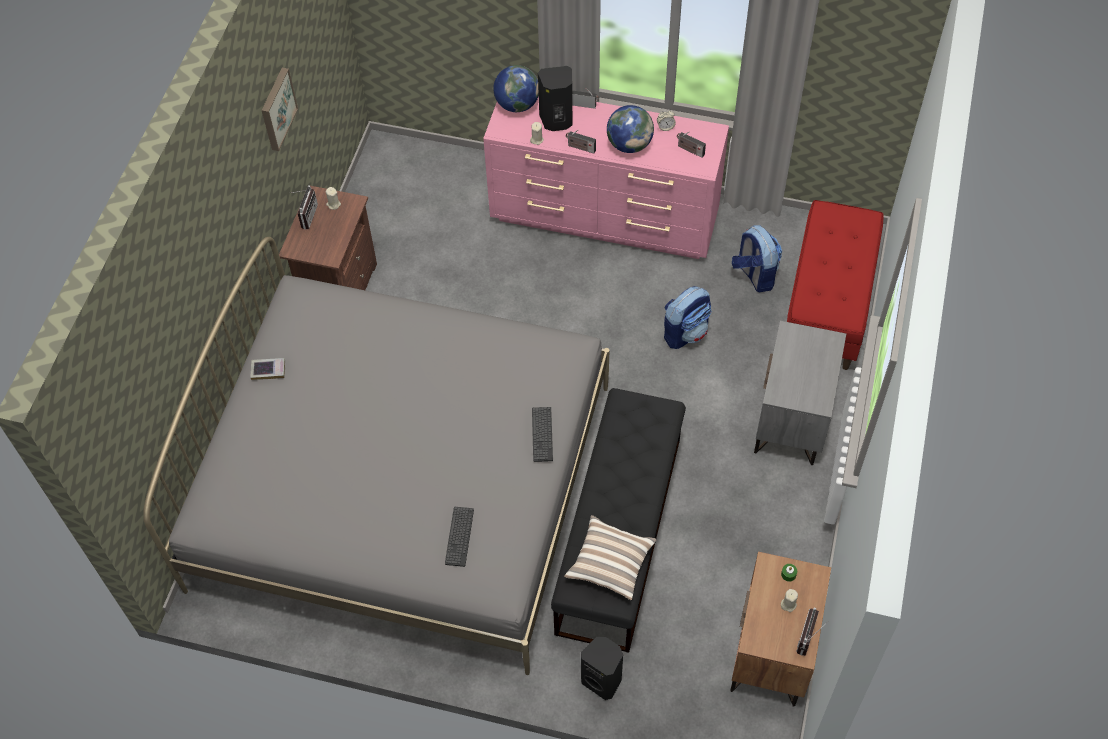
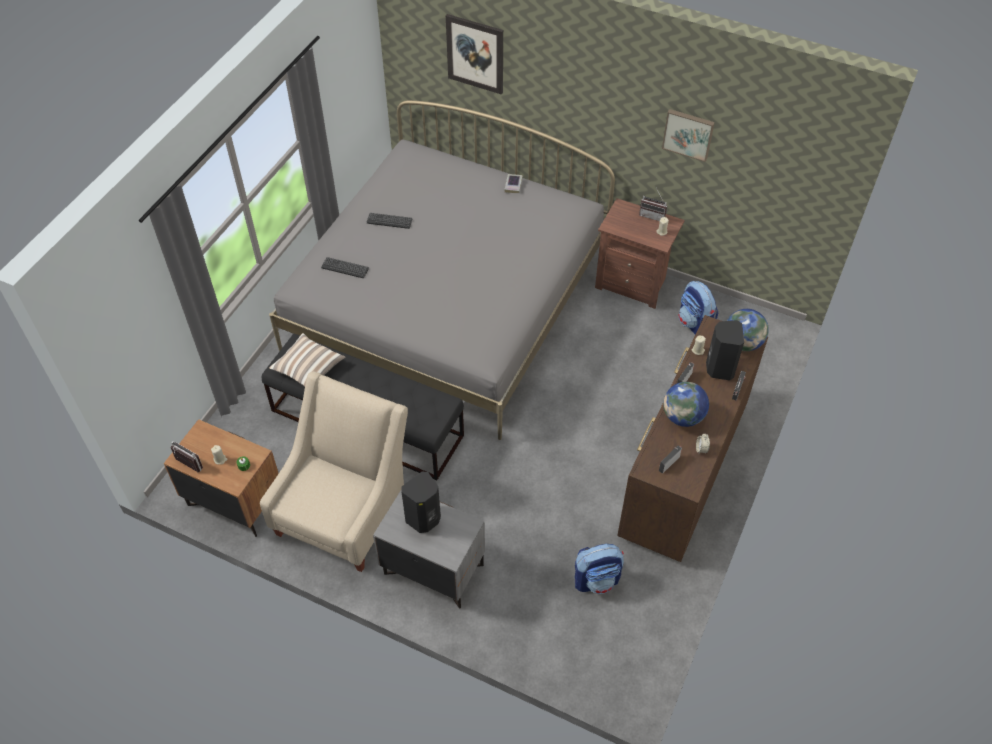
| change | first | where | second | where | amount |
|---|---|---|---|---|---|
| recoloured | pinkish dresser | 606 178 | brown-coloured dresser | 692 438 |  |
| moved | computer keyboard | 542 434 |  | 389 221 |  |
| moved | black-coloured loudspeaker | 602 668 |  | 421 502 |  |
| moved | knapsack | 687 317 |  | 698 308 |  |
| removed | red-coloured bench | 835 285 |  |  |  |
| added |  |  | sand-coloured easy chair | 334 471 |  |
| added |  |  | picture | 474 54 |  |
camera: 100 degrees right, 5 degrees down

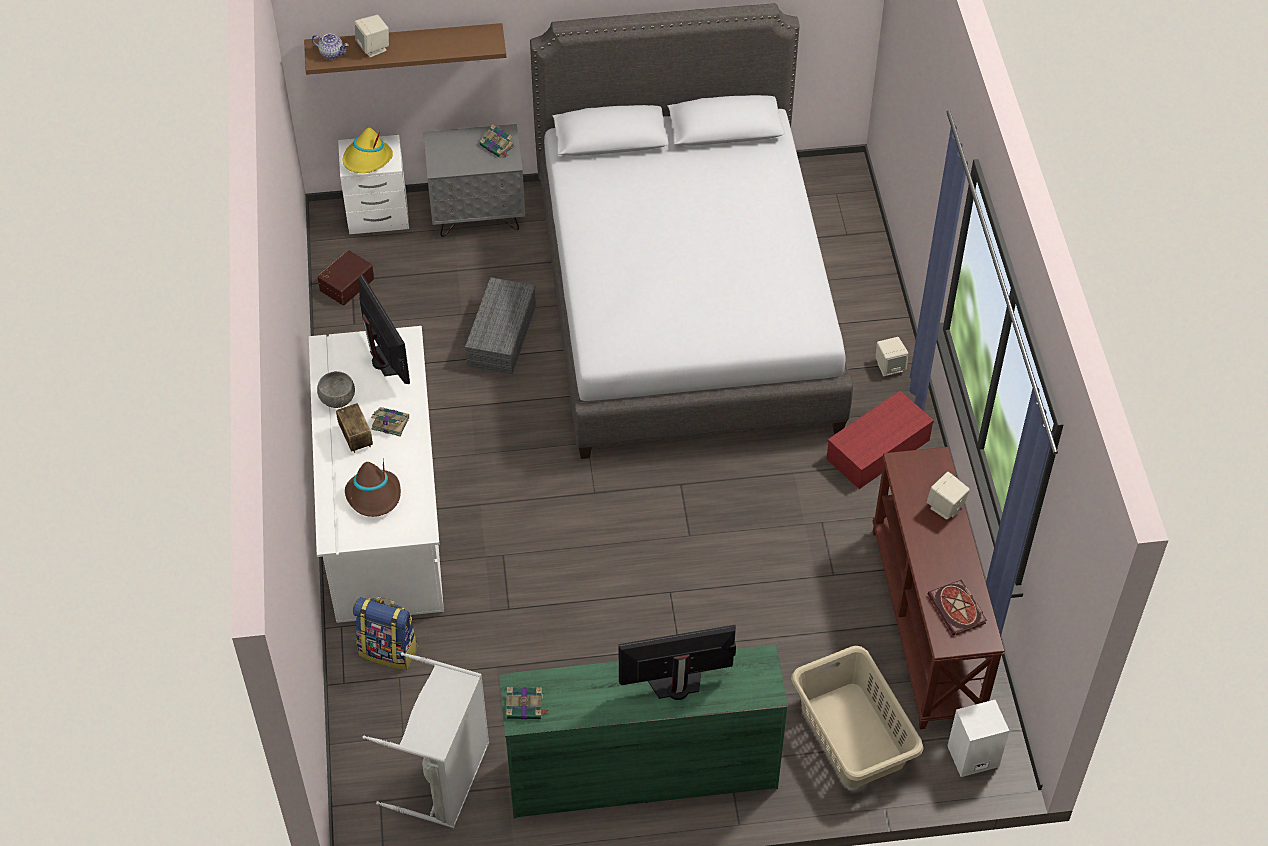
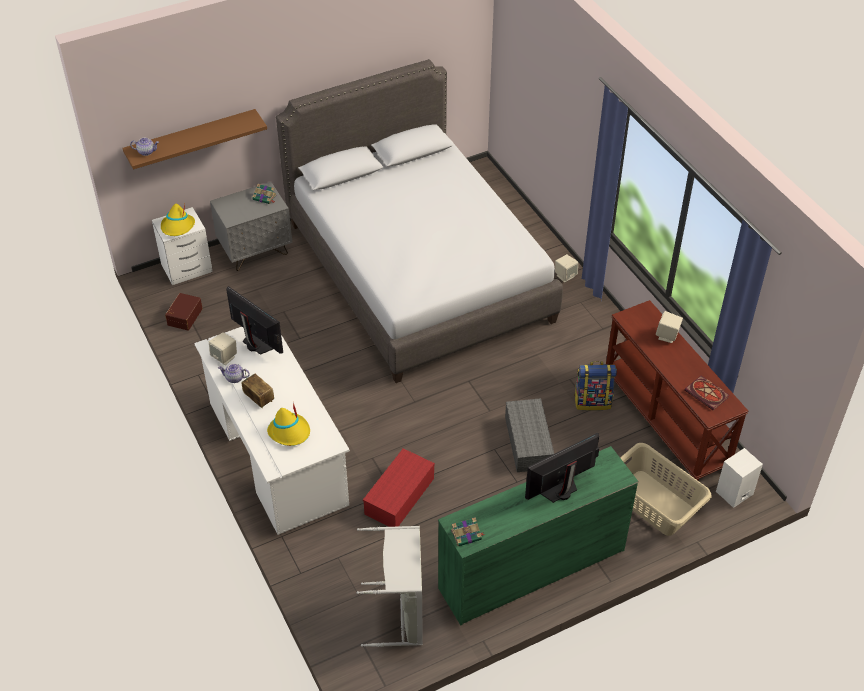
| change | first | where | second | where | amount |
|---|---|---|---|---|---|
| replaced | grey deep dish | 336 389 | tea pot | 234 373 |  |
| recoloured | brown-coloured wearable hat | 373 487 | yellow wearable hat | 288 424 |  |
| moved | knapsack | 385 633 |  | 595 386 |  |
| moved | sand-coloured loudspeaker | 372 36 |  | 223 348 |  |
| removed | bound book | 390 422 |  |  |  |
| moved | grey storage bin | 500 326 |  | 529 435 |  |
| moved | red-coloured storage bin | 880 440 |  | 399 487 |  |
camera: 20 degrees left, 5 degrees down

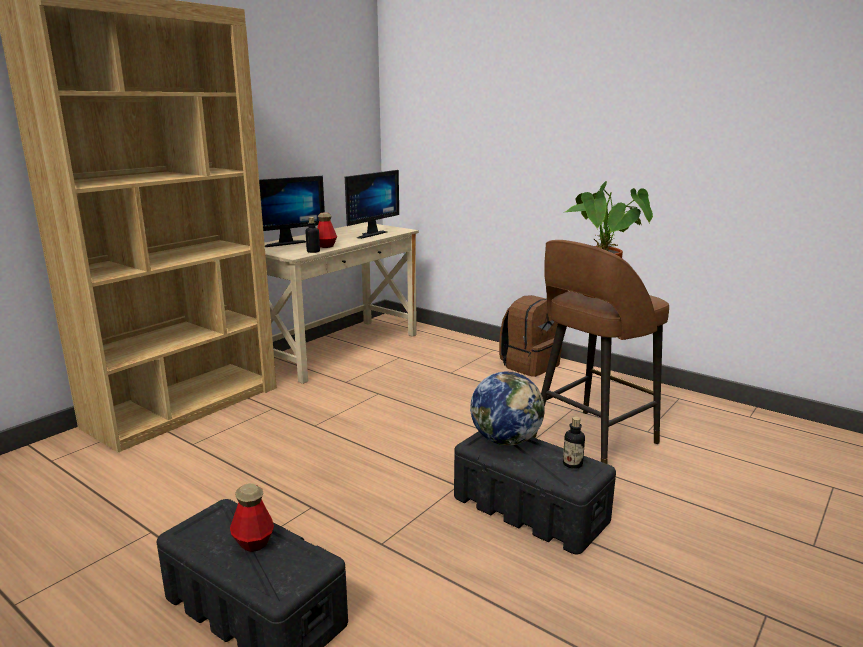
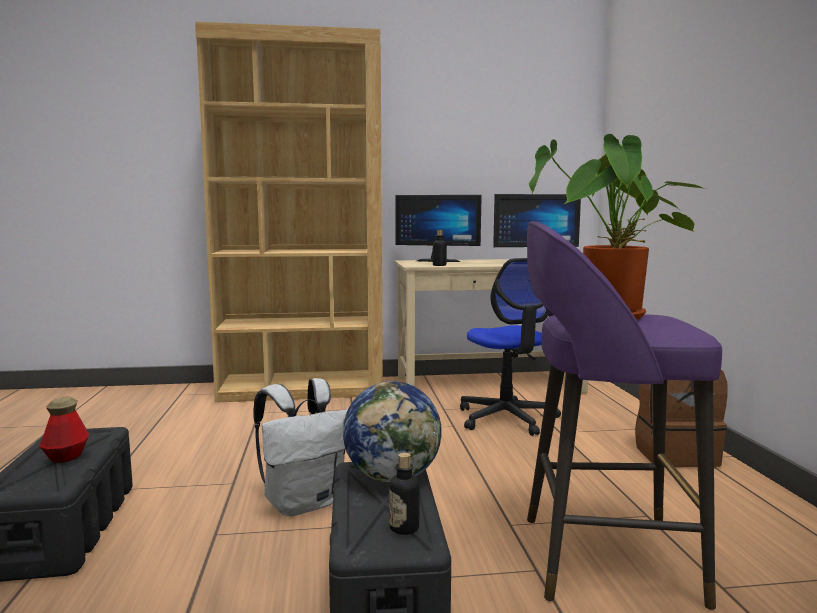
| change | first | where | second | where | amount |
|---|---|---|---|---|---|
| removed | beverage bottle | 327 230 |  |  |  |
| recoloured | brown-coloured sitting stool | 601 352 | purple sitting stool | 624 415 |  |
| added |  |  | white-coloured knapsack | 300 447 |  |
| added |  |  | computer chair | 510 347 |  |
camera: 45 degrees right, 10 degrees down

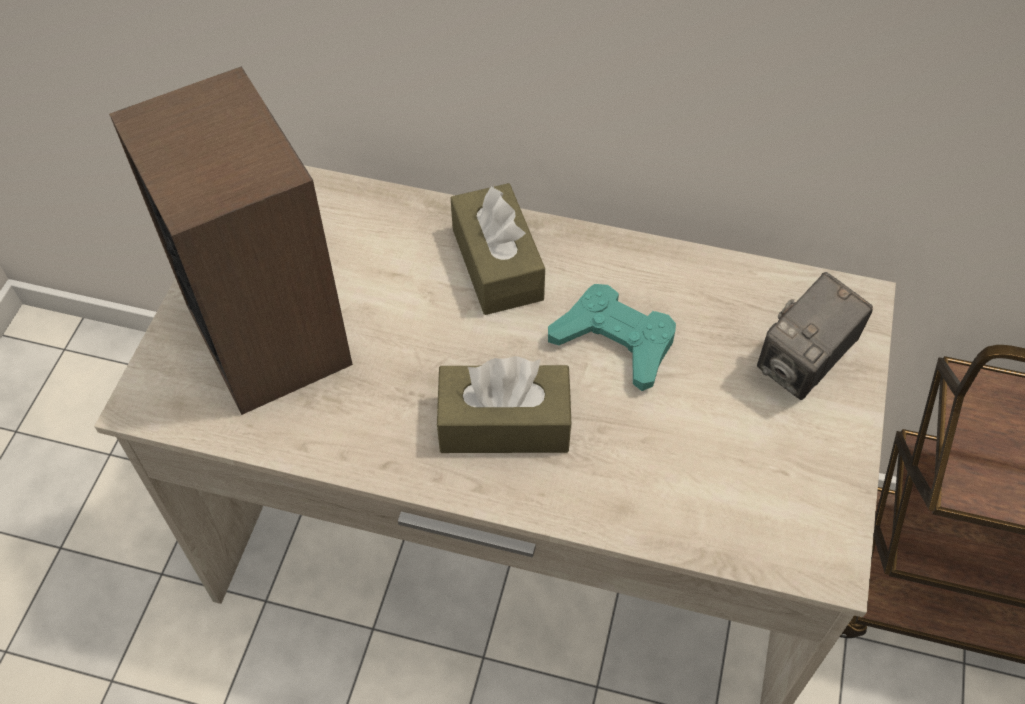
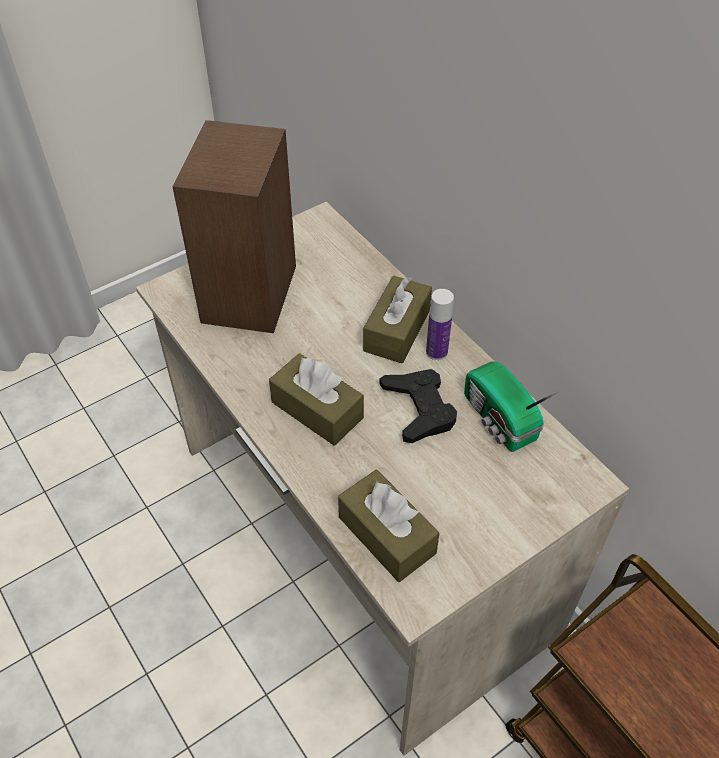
| change | first | where | second | where | amount |
|---|---|---|---|---|---|
| recoloured | turquoise gamepad | 612 337 | black-coloured gamepad | 418 406 |  |
| removed | photo camera | 815 336 |  |  |  |
| added |  |  | brown-coloured tissue holder | 388 526 |  |
| added |  |  | beverage bottle | 440 324 |  |
| added |  |  | radio | 511 406 |  |
camera: 40 degrees right, 5 degrees down

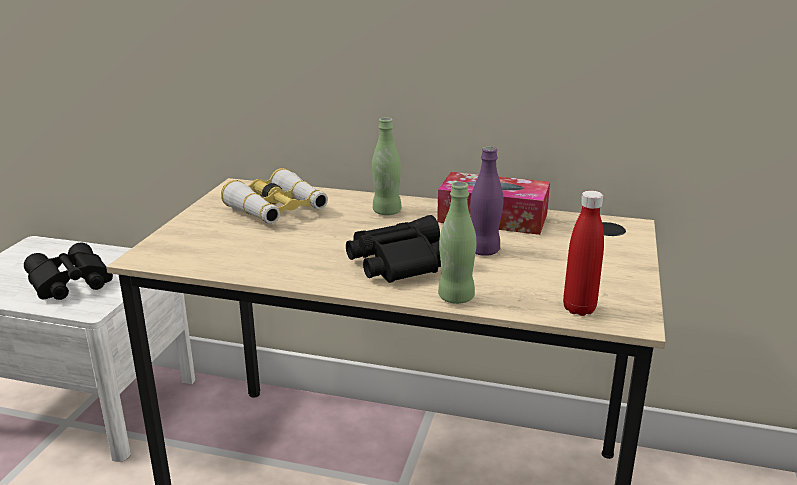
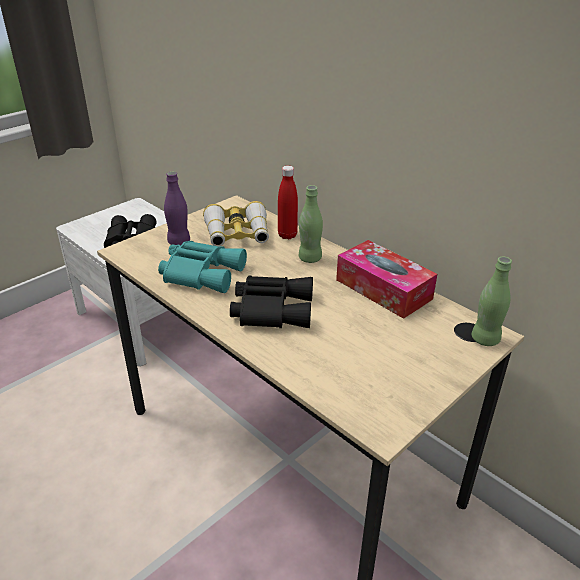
| change | first | where | second | where | amount |
|---|---|---|---|---|---|
| moved | green beverage bottle | 457 243 |  | 492 301 |  |
| moved | purple beverage bottle | 487 201 |  | 177 208 |  |
| moved | red-coloured beverage bottle | 583 253 |  | 288 202 |  |
| added |  |  | turquoise pair of binoculars | 202 267 |  |
camera: 30 degrees right, 10 degrees up

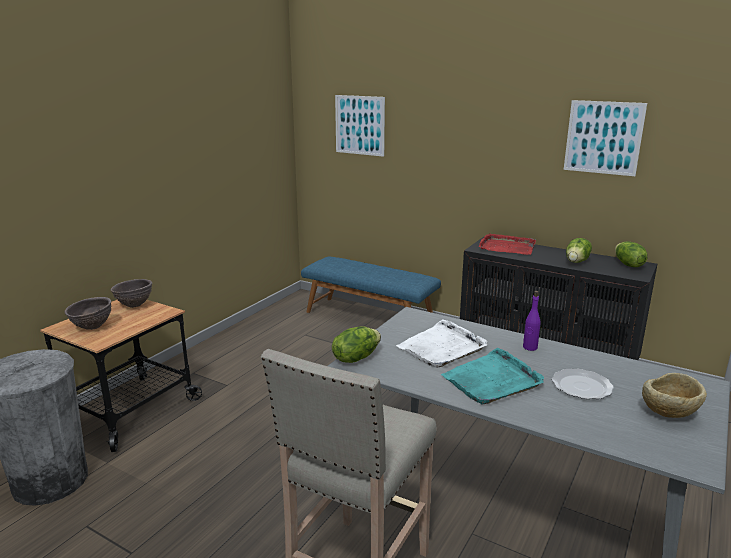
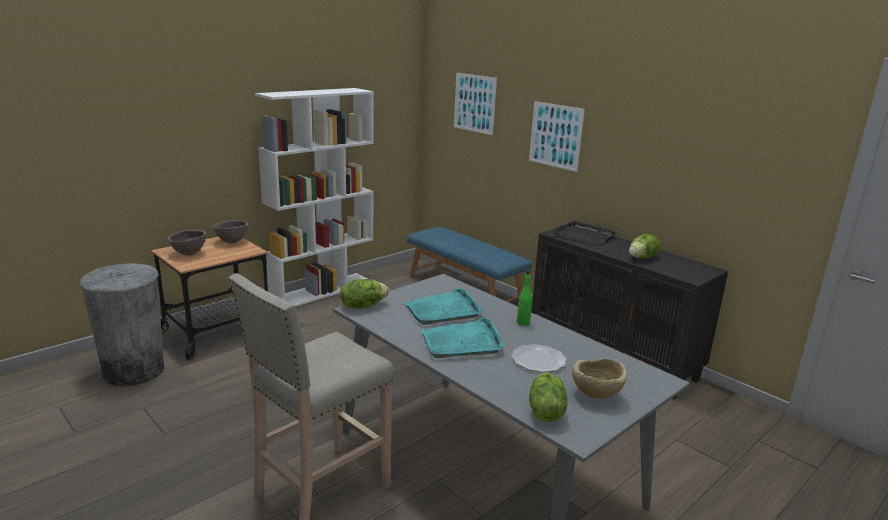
| change | first | where | second | where | amount |
|---|---|---|---|---|---|
| recoloured | white-coloured serving tray | 441 344 | turquoise serving tray | 443 306 |  |
| recoloured | red-coloured serving tray | 507 244 | black-coloured serving tray | 585 232 |  |
| recoloured | purple beverage bottle | 531 321 | green beverage bottle | 524 297 |  |
| moved | picture | 605 138 |  | 557 136 |  |
| moved | lettuce | 631 254 |  | 548 397 |  |
| added |  |  | white-coloured bookcase | 314 197 |  |
camera: 15 degrees right, 0 degrees up

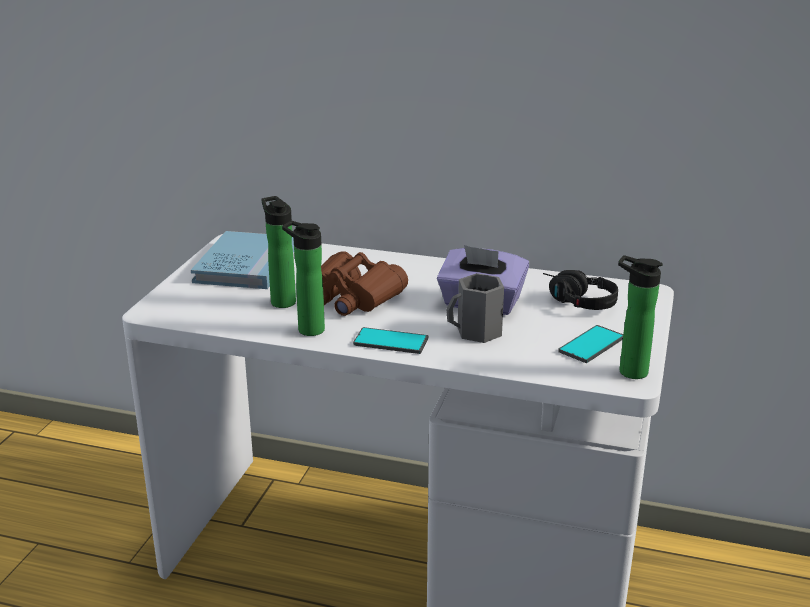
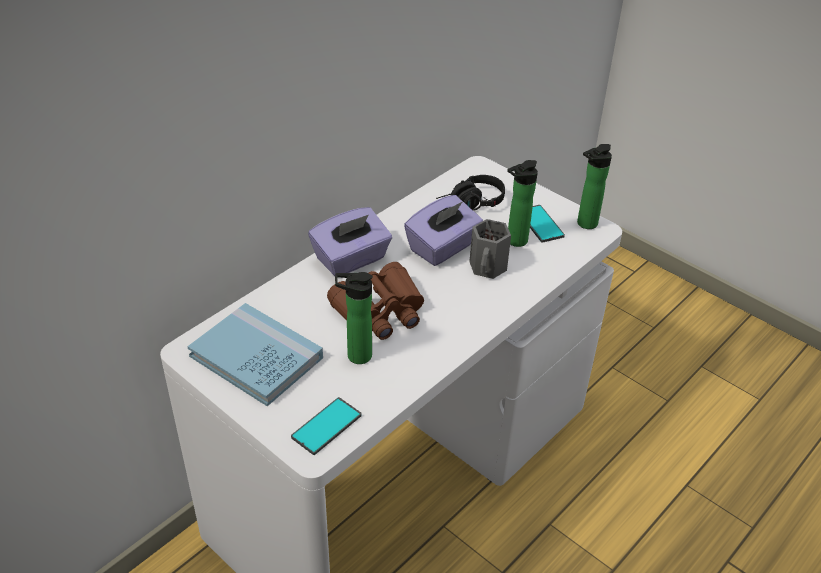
| change | first | where | second | where | amount |
|---|---|---|---|---|---|
| moved | beverage bottle | 303 278 |  | 522 203 |  |
| moved | phone | 390 340 |  | 326 426 |  |
| added |  |  | purple tissue holder | 350 241 |  |
camera: 65 degrees left, 15 degrees up

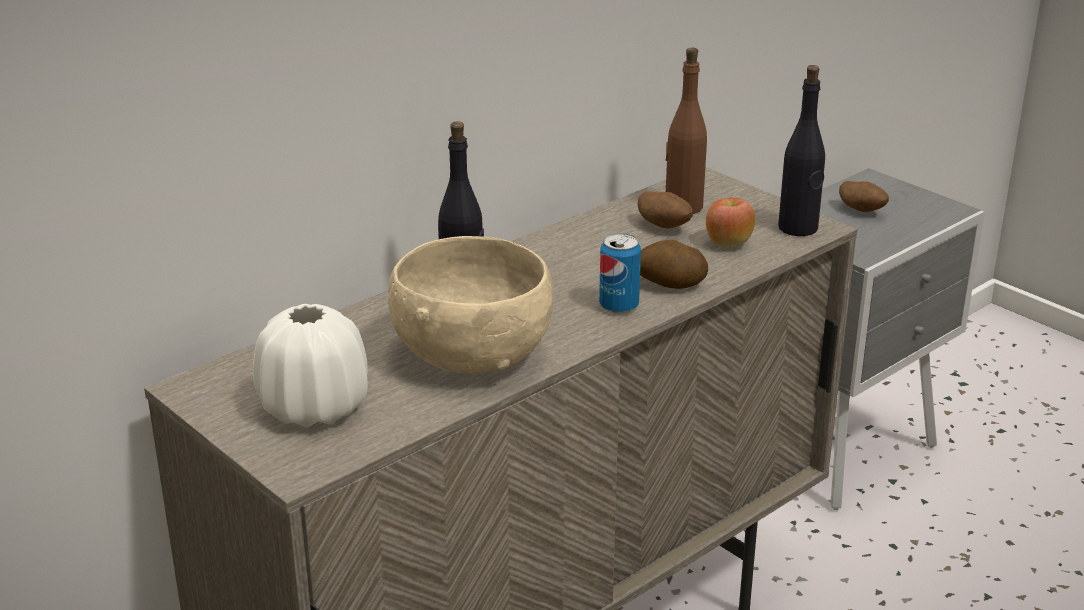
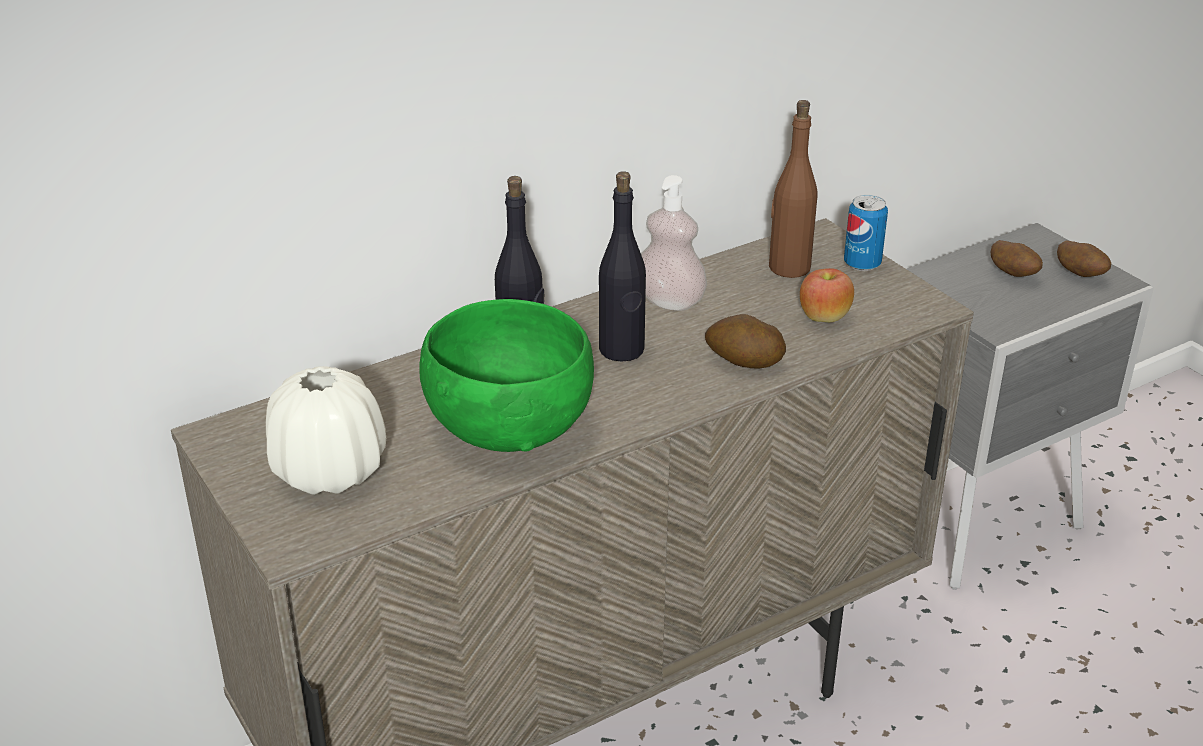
| change | first | where | second | where | amount |
|---|---|---|---|---|---|
| recoloured | sand-coloured deep dish | 470 305 | green deep dish | 506 375 |  |
| moved | metal can | 620 273 |  | 866 233 |  |
| moved | whole potato | 665 210 |  | 1084 258 |  |
| moved | black-coloured beverage bottle | 801 150 |  | 622 266 |  |
| added |  |  | soap dispenser | 674 243 |  |
camera: 10 degrees right, 5 degrees up

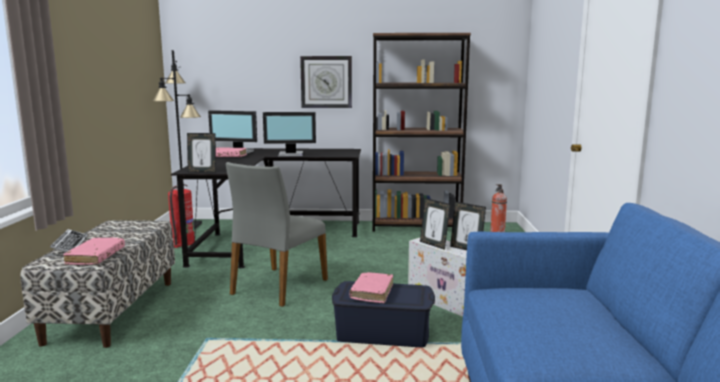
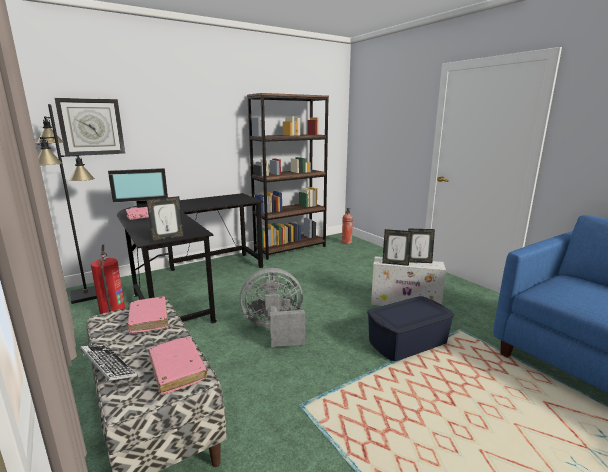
| change | first | where | second | where | amount |
|---|---|---|---|---|---|
| replaced | grey plain chair | 277 234 | grey electric fan | 272 307 |  |
| removed | monitor | 289 134 |  |  |  |
| moved | wall clock | 326 82 |  | 90 127 |  |
| moved | pinkish bound book | 371 287 |  | 148 314 |  |
camera: 35 degrees left, 5 degrees up

